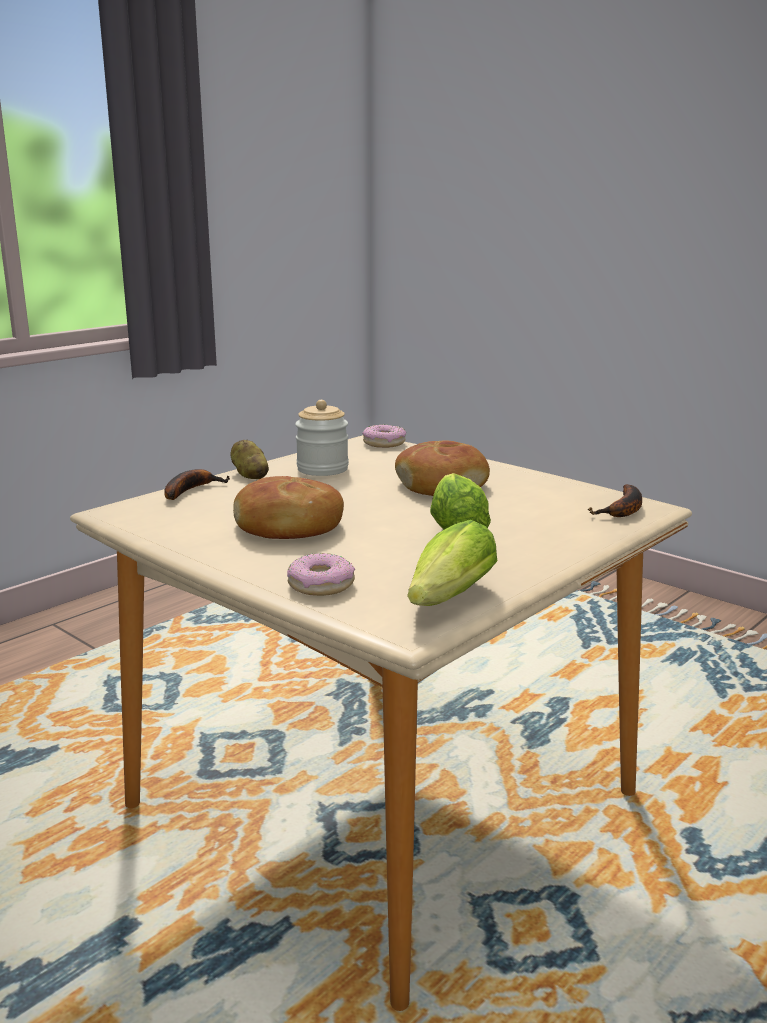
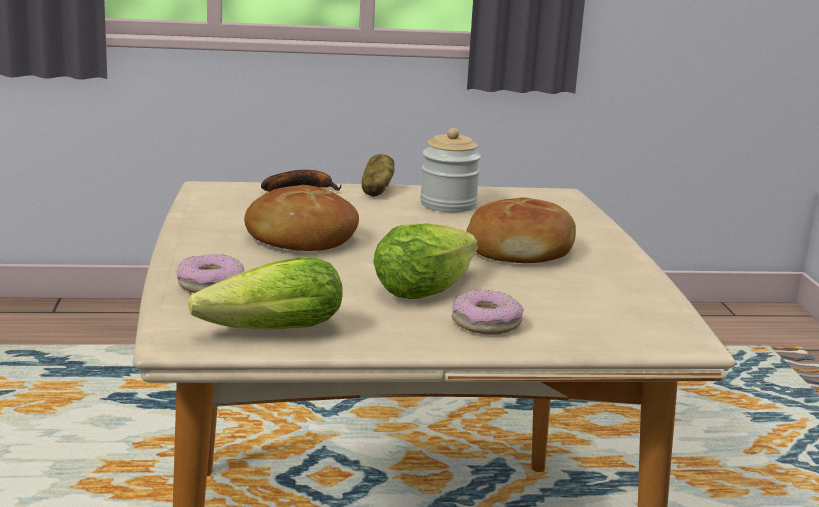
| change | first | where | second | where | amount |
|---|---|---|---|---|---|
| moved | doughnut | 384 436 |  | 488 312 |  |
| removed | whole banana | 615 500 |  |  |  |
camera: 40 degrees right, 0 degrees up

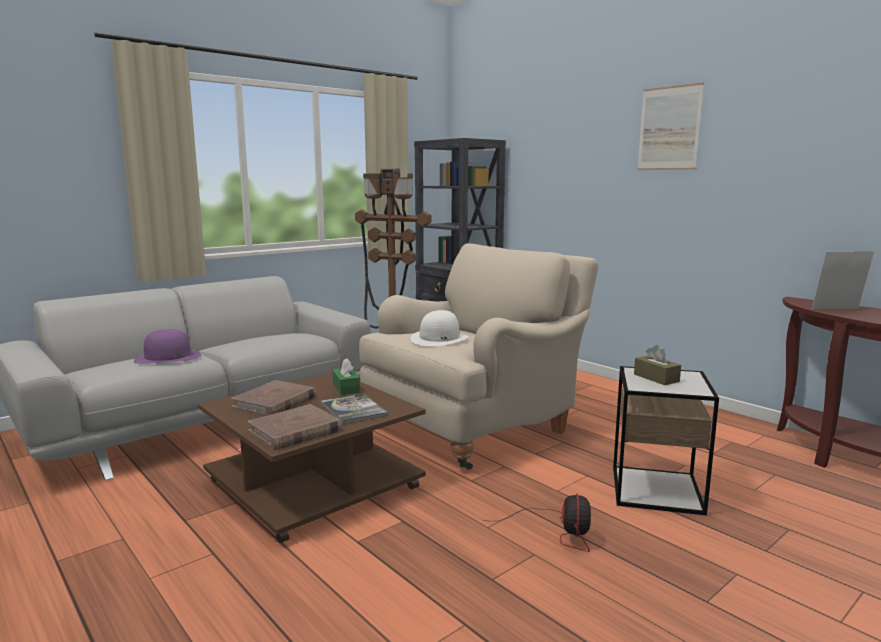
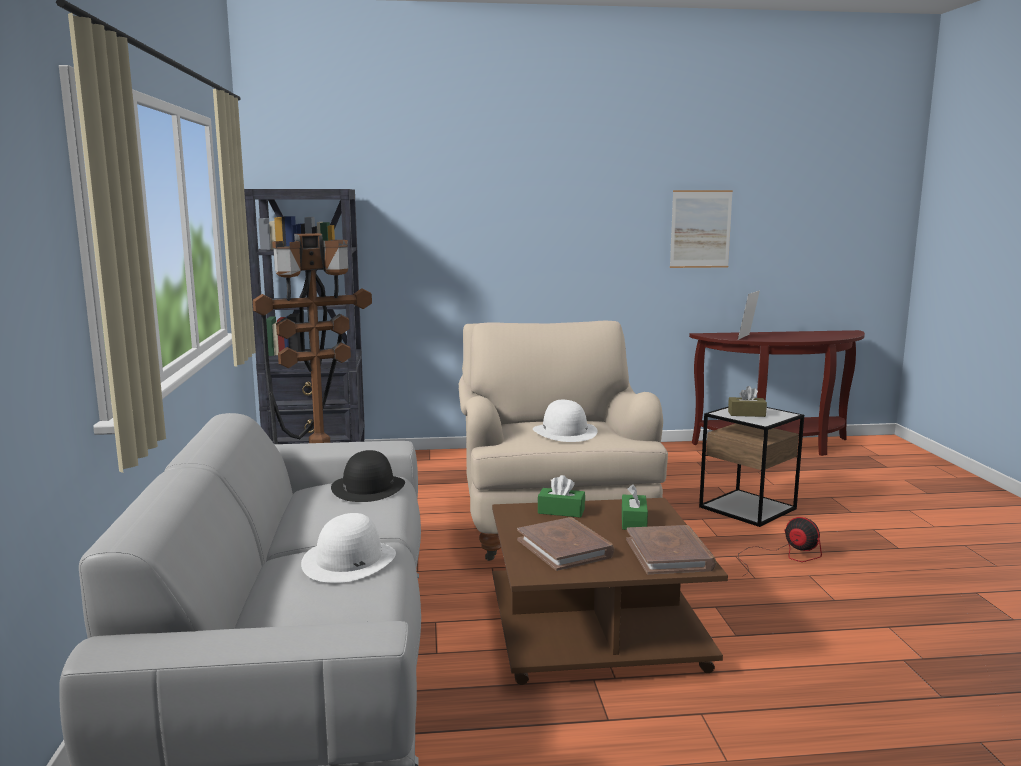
| change | first | where | second | where | amount |
|---|---|---|---|---|---|
| recoloured | purple wearable hat | 167 346 | white-coloured wearable hat | 348 548 |  |
| replaced | bound book | 354 408 | green tissue holder | 635 507 |  |
| moved | picture | 670 126 |  | 701 229 |  |
| added |  |  | black-coloured wearable hat | 368 476 |  |
camera: 55 degrees left, 0 degrees up

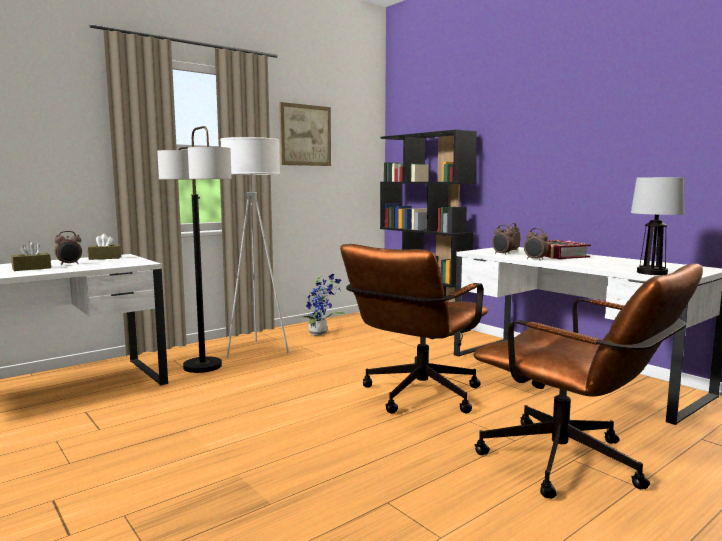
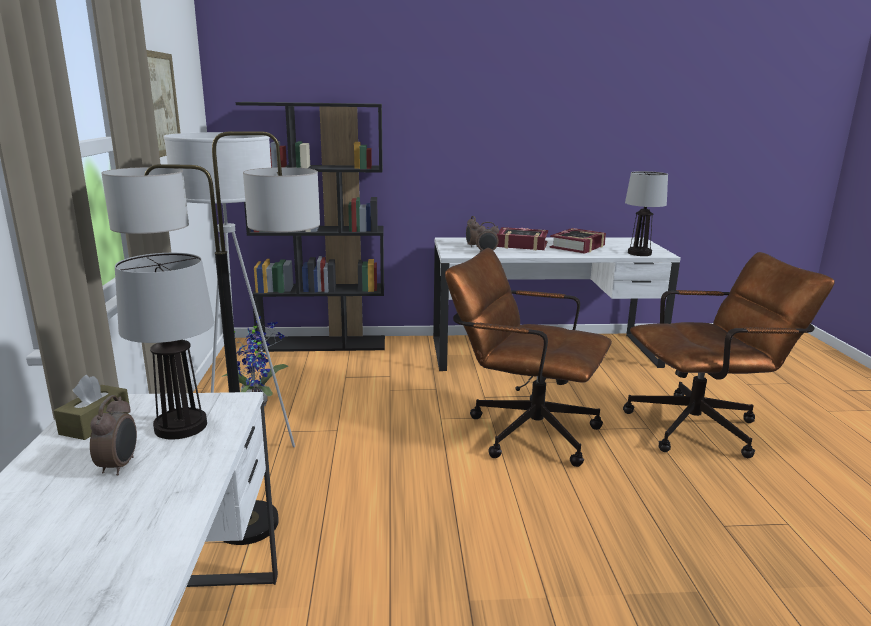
| change | first | where | second | where | amount |
|---|---|---|---|---|---|
| removed | brown-coloured tissue holder | 31 256 |  |  |  |
| turned | brown-coloured computer chair | 414 329 |  | 528 357 | 135 degrees clockwise |
| removed | table clock | 536 244 |  |  |  |
| added |  |  | table lamp | 164 346 |  |
| added |  |  | bound book | 578 241 |  |
camera: 55 degrees left, 10 degrees up

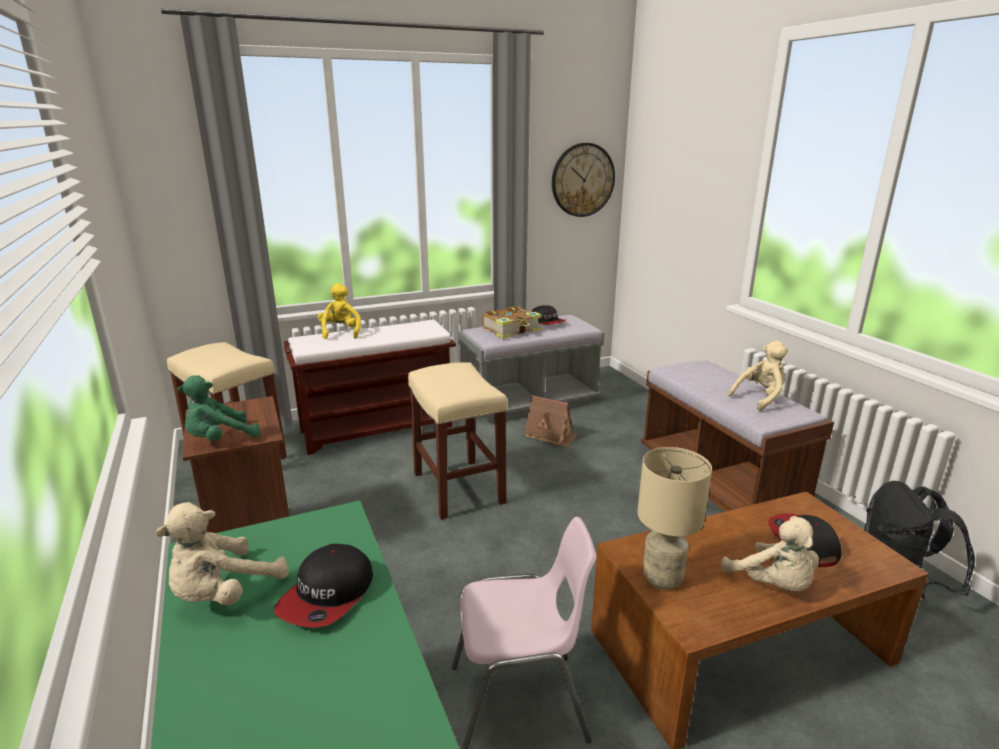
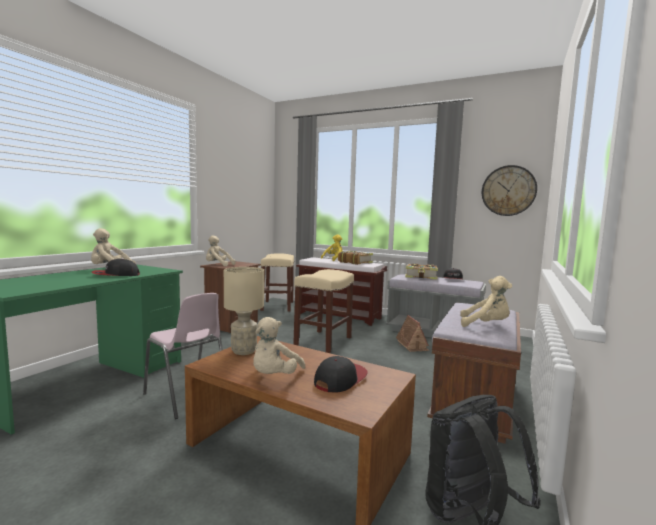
| change | first | where | second | where | amount |
|---|---|---|---|---|---|
| recoloured | green soft toy | 219 408 | sand-coloured soft toy | 220 251 |  |
| added |  |  | bound book | 355 258 |  |
camera: 50 degrees right, 15 degrees down

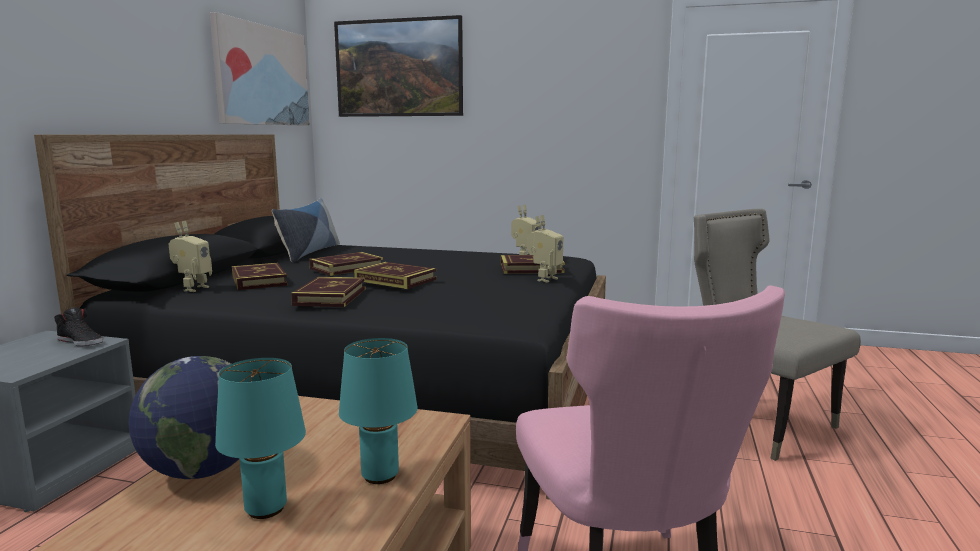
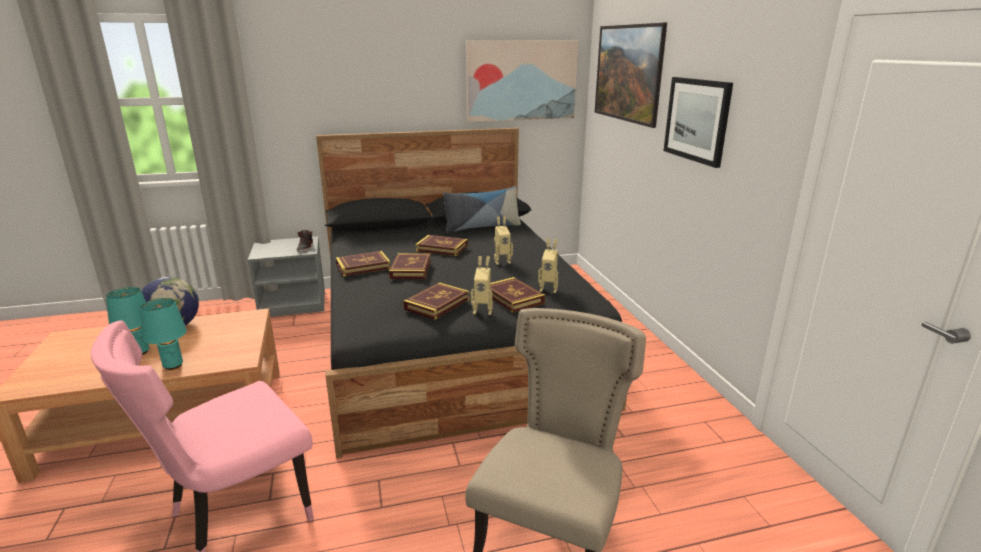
| change | first | where | second | where | amount |
|---|---|---|---|---|---|
| moved | model robot | 190 256 |  | 503 240 |  |
| moved | bound book | 260 276 |  | 436 301 |  |
| added |  |  | picture | 698 122 |  |
camera: 60 degrees right, 10 degrees up

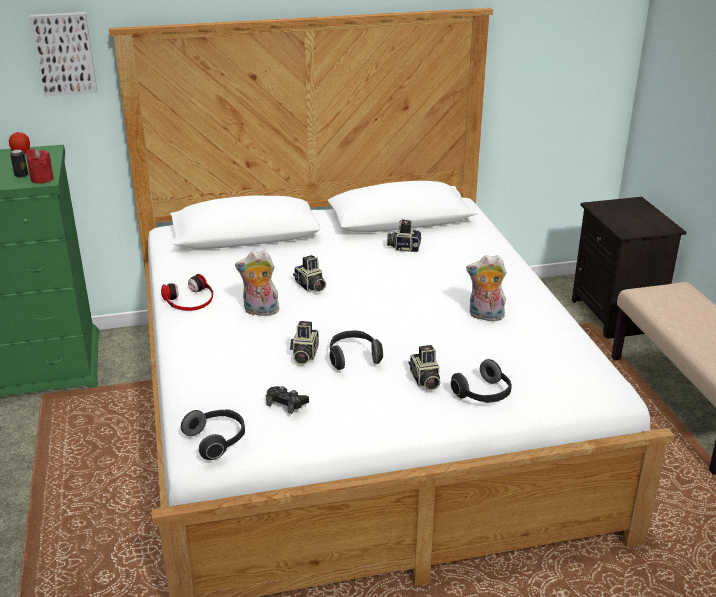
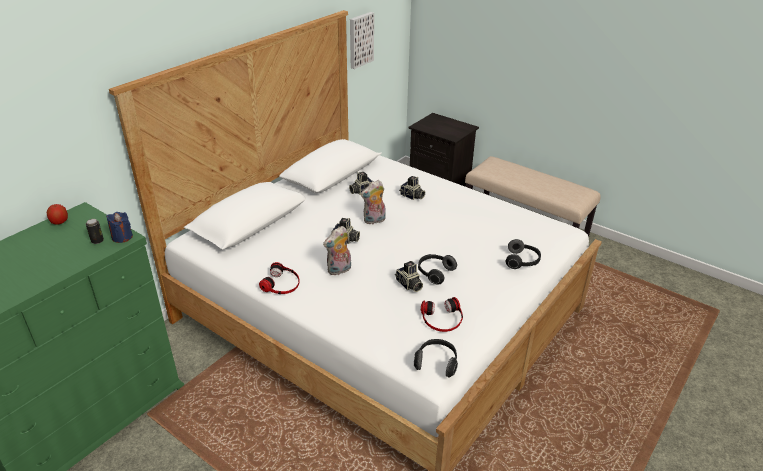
| change | first | where | second | where | amount |
|---|---|---|---|---|---|
| recoloured | red-coloured wax candle | 40 166 | blue-coloured wax candle | 119 227 |  |
| moved | picture | 63 54 |  | 362 40 |  |
| replaced | black-coloured gamepad | 287 400 | pair of headphones | 442 314 |  |
| moved | photo camera | 425 368 |  | 412 188 |  |
| moved | soft toy | 486 288 |  | 373 202 |  |
camera: 40 degrees left, 5 degrees up

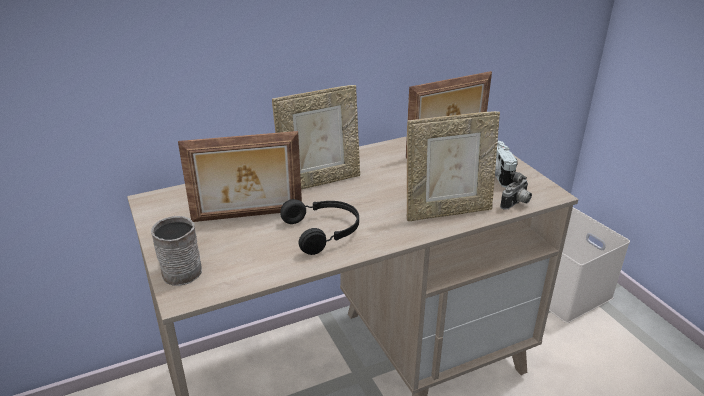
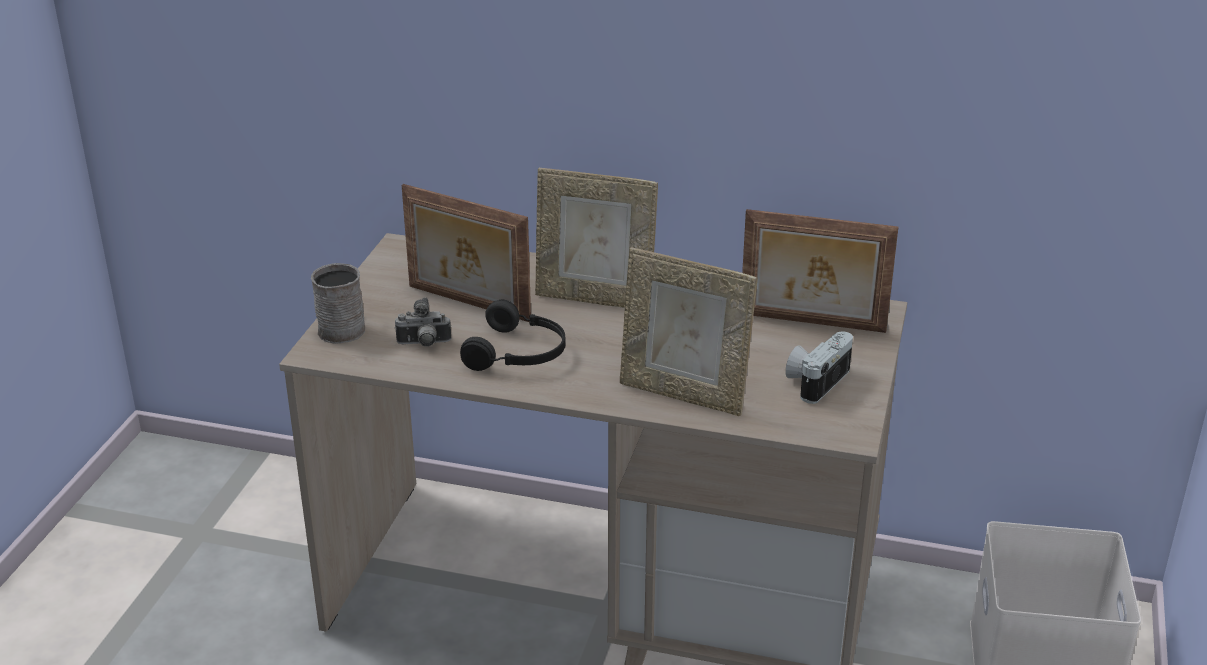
| change | first | where | second | where | amount |
|---|---|---|---|---|---|
| moved | photo camera | 516 190 |  | 423 322 |  |
camera: 40 degrees right, 0 degrees up

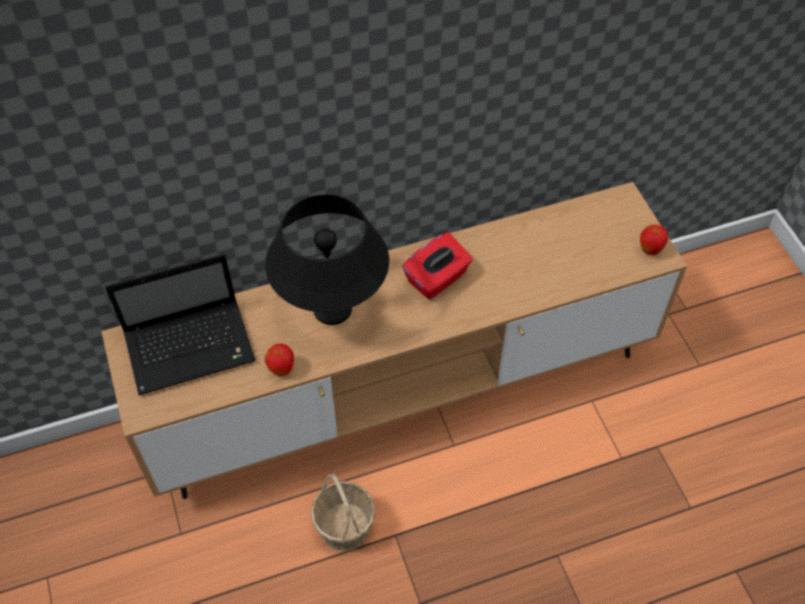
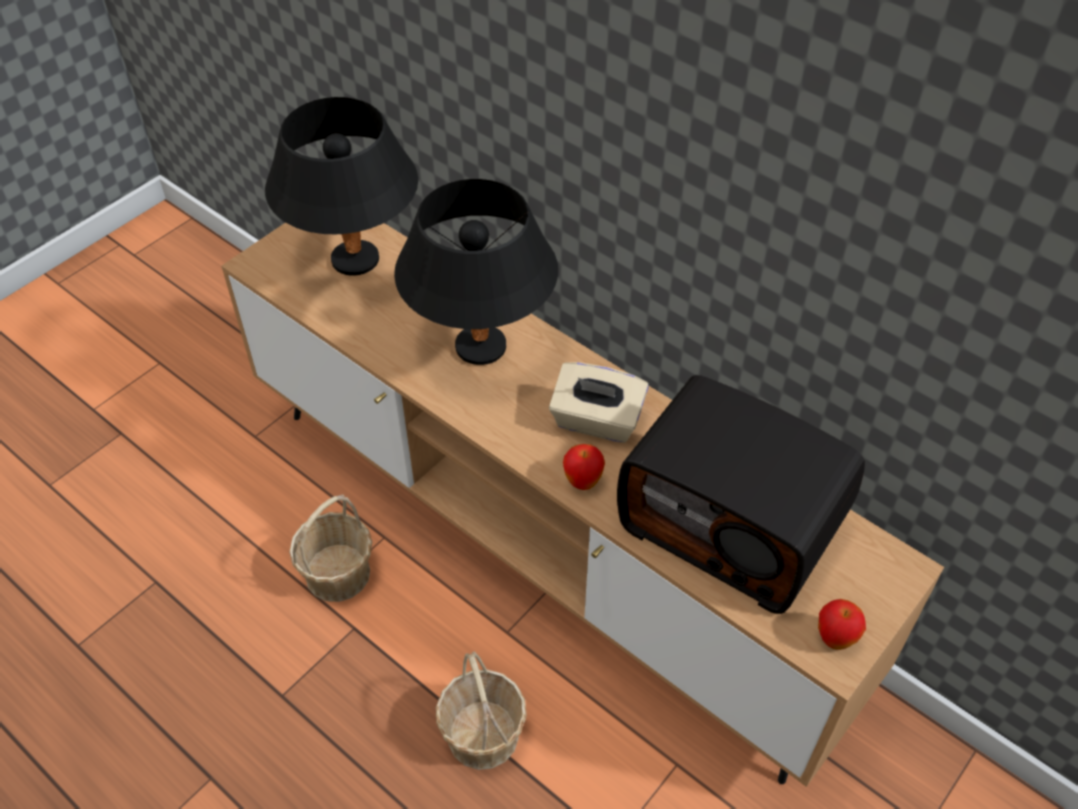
| change | first | where | second | where | amount |
|---|---|---|---|---|---|
| replaced | portable computer | 180 324 | black-coloured table lamp | 341 186 |  |
| moved | apple fruit | 279 359 |  | 584 467 |  |
| recoloured | red-coloured tissue holder | 437 265 | sand-coloured tissue holder | 599 402 |  |
| added |  |  | storage basket | 481 710 |  |
| added |  |  | radio | 741 494 |  |
camera: 60 degrees right, 5 degrees down

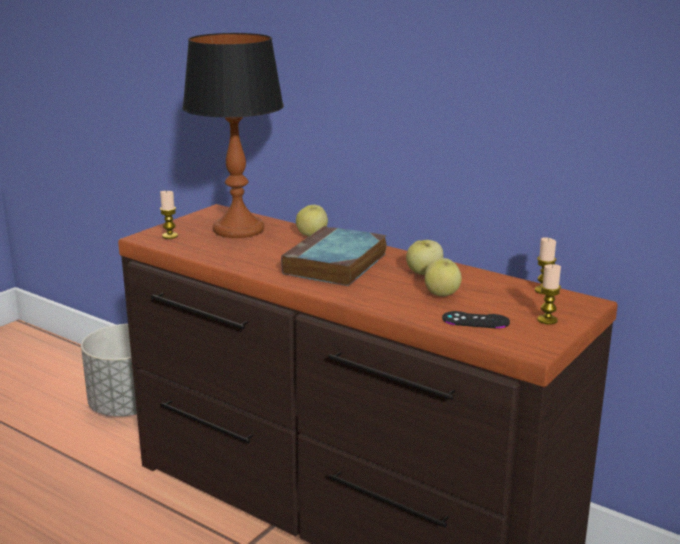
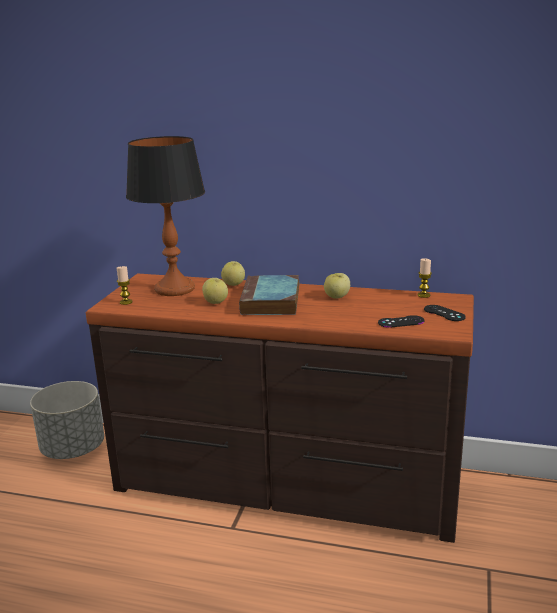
| change | first | where | second | where | amount |
|---|---|---|---|---|---|
| moved | apple fruit | 443 277 |  | 215 291 |  |
| replaced | wax candle | 549 294 | black-coloured gamepad | 445 313 |  |
camera: 20 degrees left, 0 degrees up

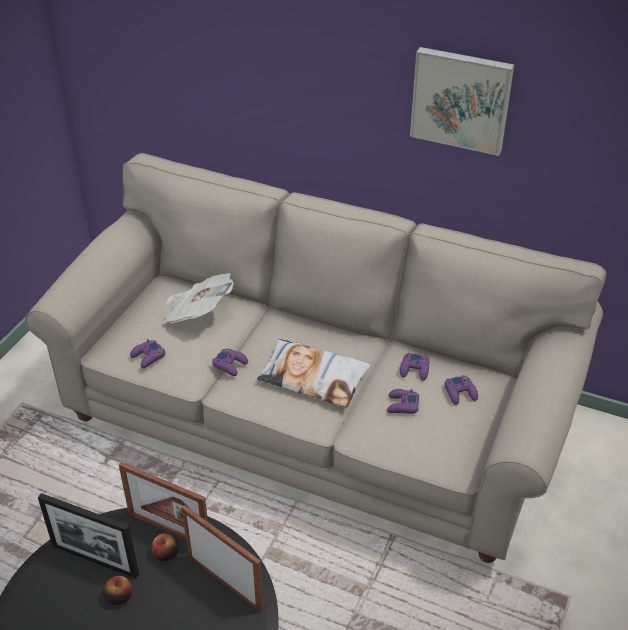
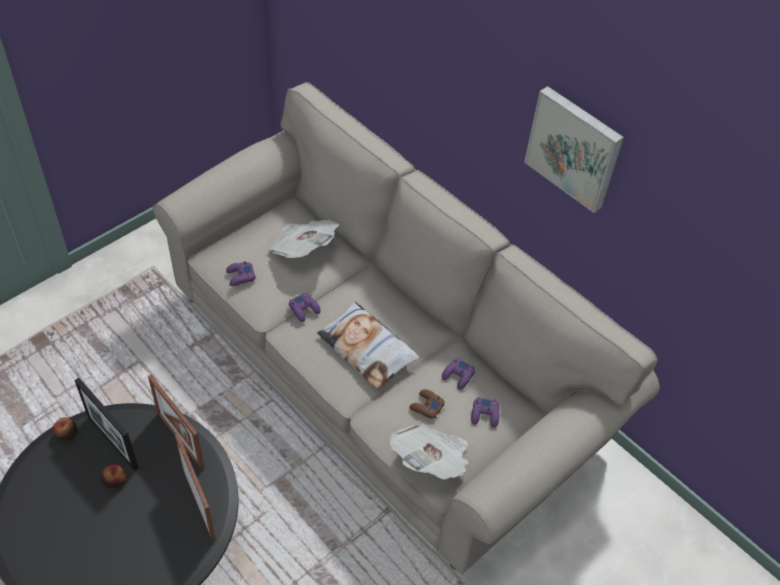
| change | first | where | second | where | amount |
|---|---|---|---|---|---|
| moved | apple fruit | 165 547 |  | 65 429 |  |
| recoloured | purple gamepad | 403 401 | brown-coloured gamepad | 427 404 |  |
| added |  |  | daily paper | 429 451 |  |
camera: 20 degrees right, 10 degrees up

